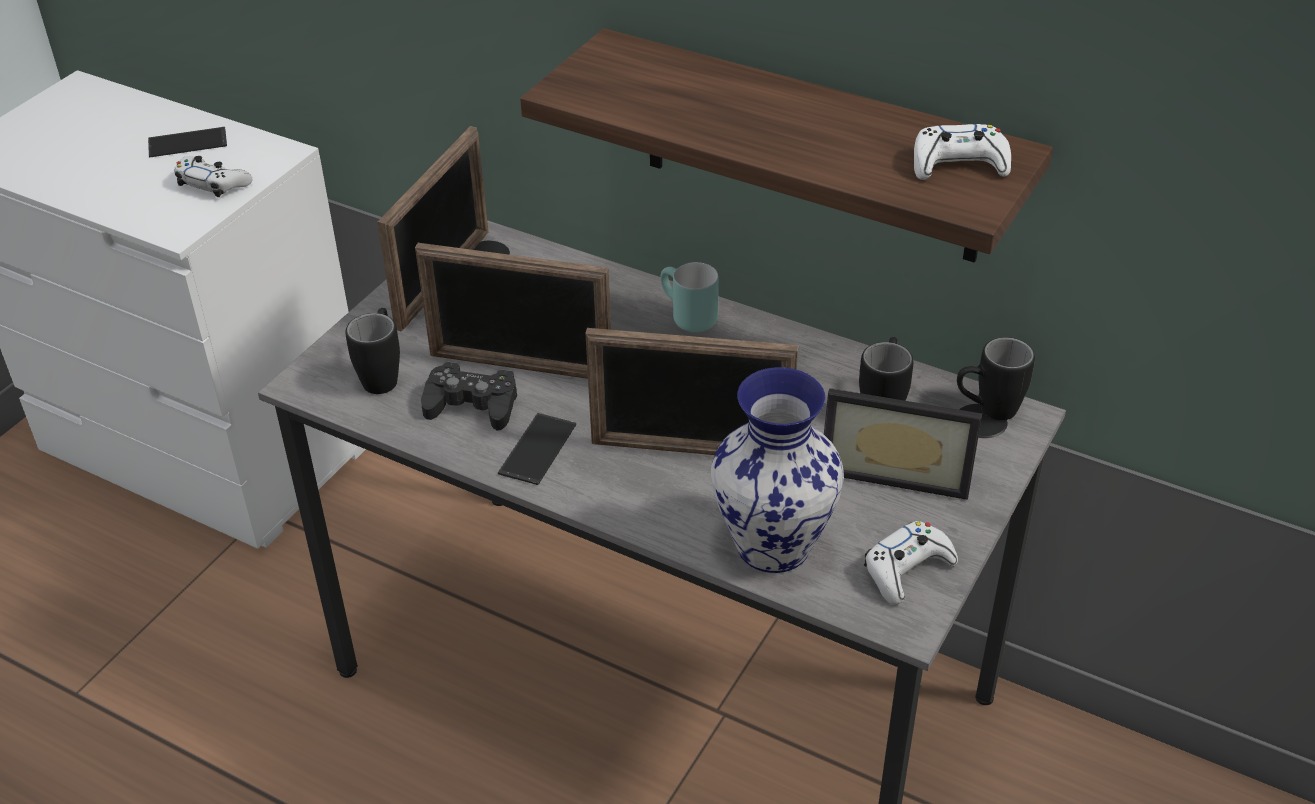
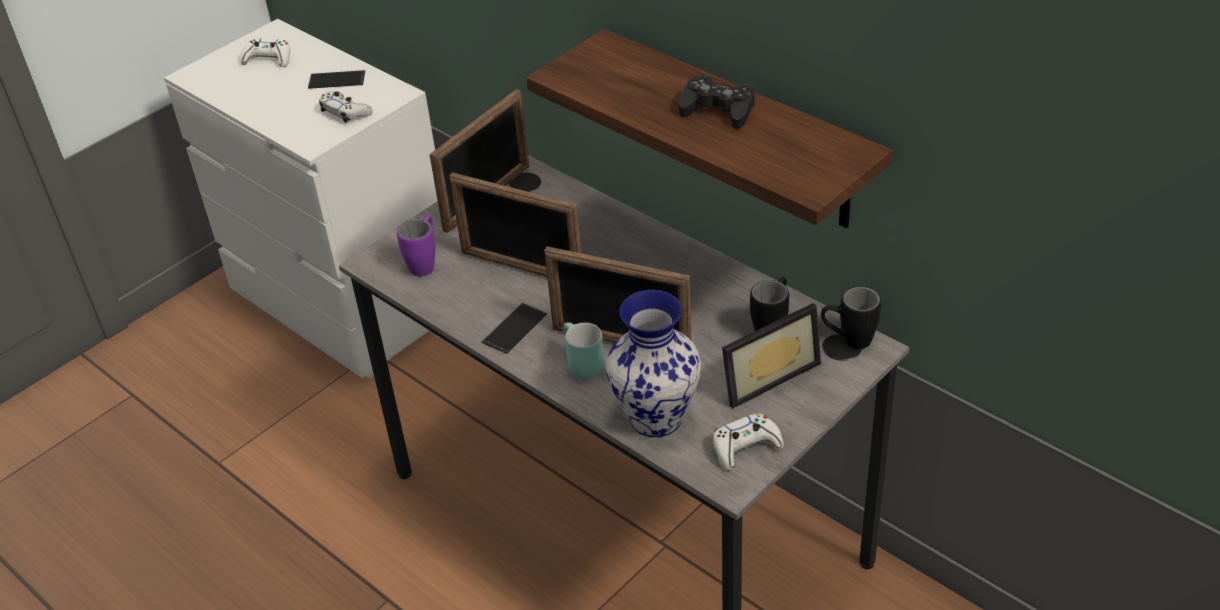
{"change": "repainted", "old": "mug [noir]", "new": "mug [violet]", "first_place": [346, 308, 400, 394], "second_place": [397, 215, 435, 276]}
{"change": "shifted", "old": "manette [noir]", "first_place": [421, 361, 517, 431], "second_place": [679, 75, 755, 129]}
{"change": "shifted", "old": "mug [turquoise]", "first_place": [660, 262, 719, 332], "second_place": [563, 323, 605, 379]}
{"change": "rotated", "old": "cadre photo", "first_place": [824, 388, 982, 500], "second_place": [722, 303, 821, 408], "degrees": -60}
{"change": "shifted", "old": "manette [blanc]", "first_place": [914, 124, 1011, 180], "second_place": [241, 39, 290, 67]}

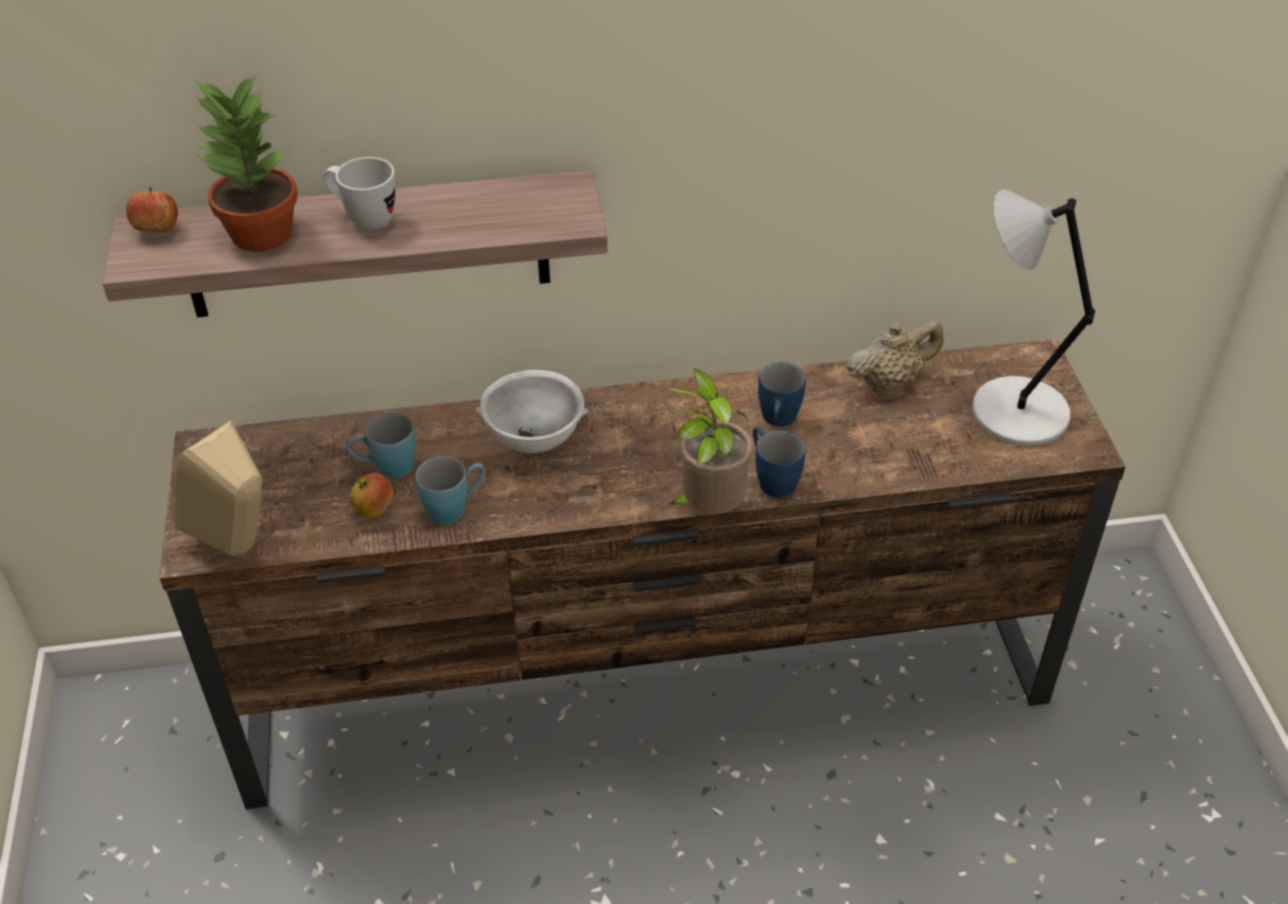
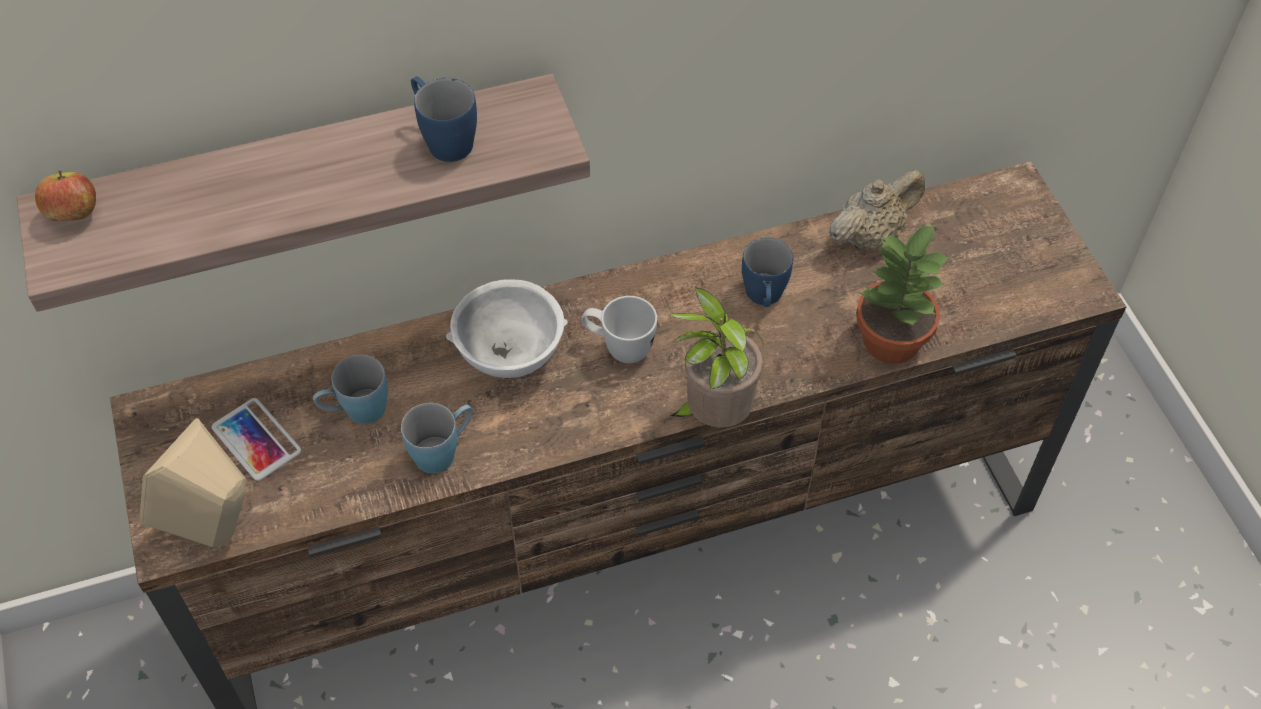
{"change": "shifted", "old": "plante en pot", "first_place": [196, 75, 298, 252], "second_place": [856, 223, 951, 364]}
{"change": "shifted", "old": "mug [blanc]", "first_place": [323, 157, 396, 230], "second_place": [581, 296, 657, 363]}
{"change": "gone", "old": "pomme", "first_place": [350, 473, 394, 519]}
{"change": "shifted", "old": "mug [bleu]", "first_place": [753, 427, 806, 498], "second_place": [411, 76, 477, 162]}
{"change": "gone", "old": "lampe de table [gris]", "first_place": [972, 189, 1095, 446]}
{"change": "new", "new": "téléphone", "second_place": [212, 398, 301, 481]}

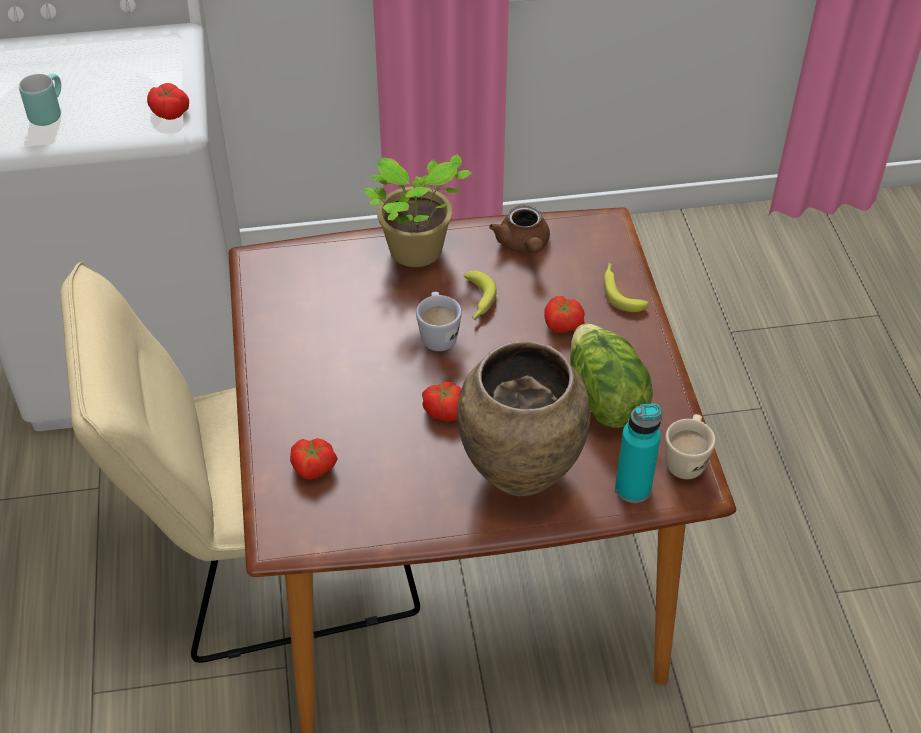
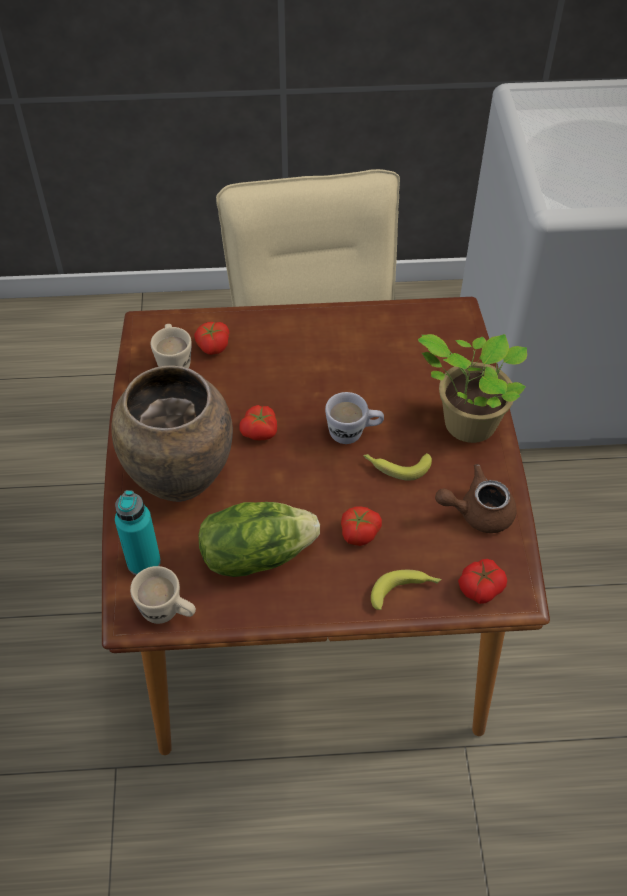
{"change": "gone", "old": "mug [turquoise]", "first_place": [19, 73, 61, 126]}
{"change": "shifted", "old": "tomate", "first_place": [147, 83, 189, 120], "second_place": [458, 559, 507, 604]}
{"change": "new", "new": "mug [beige]", "second_place": [151, 324, 192, 368]}

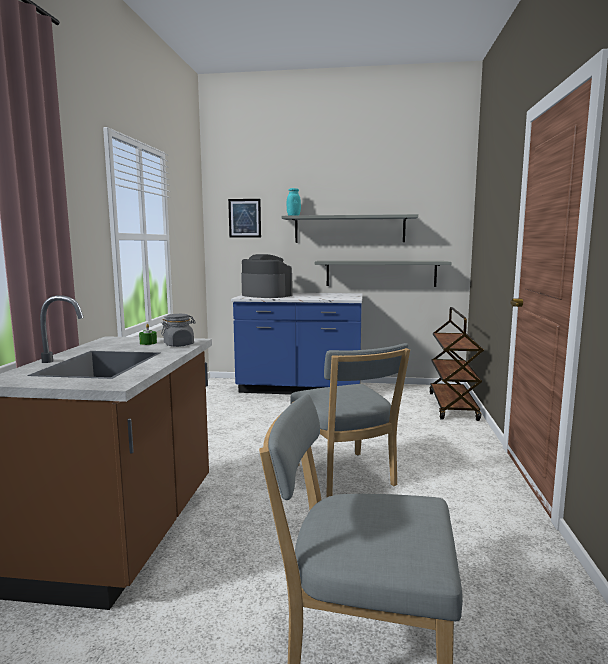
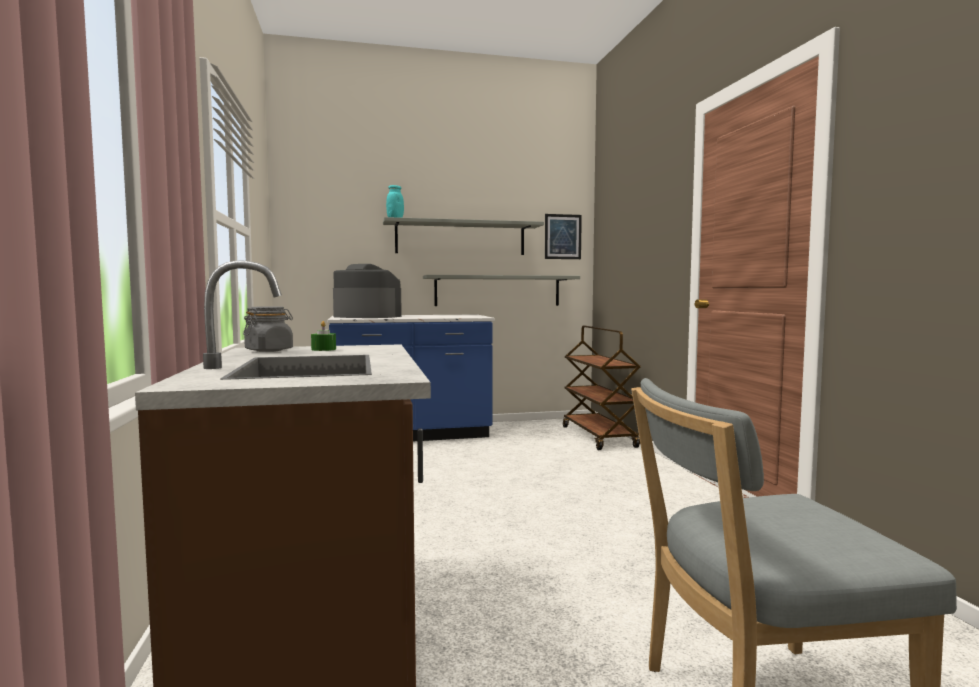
{"change": "shifted", "old": "bocal [gris]", "first_place": [161, 314, 196, 347], "second_place": [243, 306, 293, 352]}
{"change": "shifted", "old": "tableau", "first_place": [228, 199, 261, 238], "second_place": [545, 214, 582, 259]}
{"change": "gone", "old": "chaise [gris]", "first_place": [291, 343, 410, 498]}

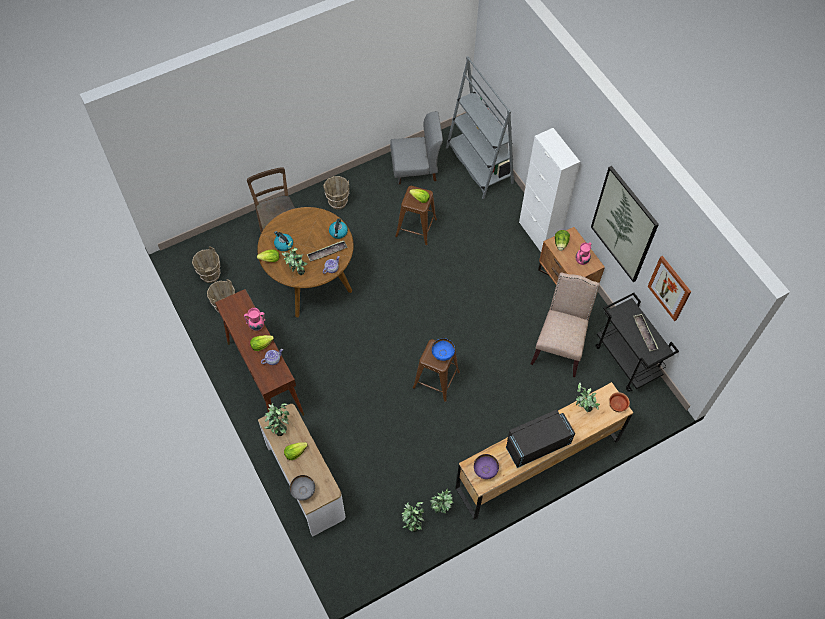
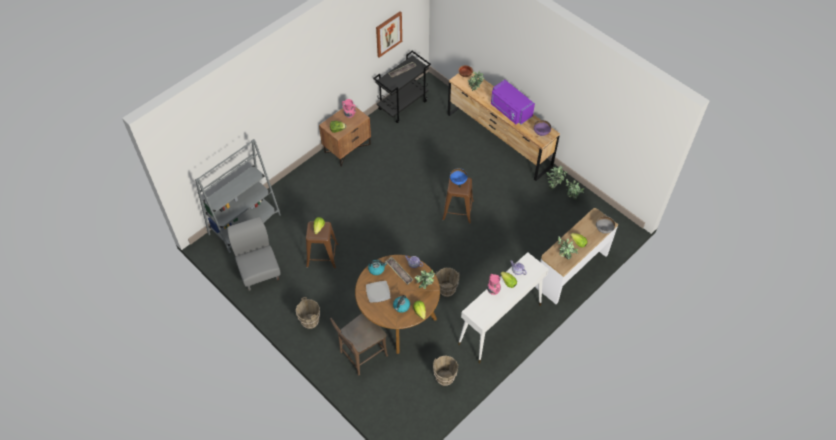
{"change": "shifted", "old": "seau [marron]", "first_place": [192, 246, 220, 283], "second_place": [436, 268, 460, 297]}
{"change": "repainted", "old": "table console [marron]", "new": "table console [blanc]", "first_place": [215, 289, 304, 416], "second_place": [458, 252, 549, 364]}
{"change": "repainted", "old": "micro-ondes [noir]", "new": "micro-ondes [violet]", "first_place": [506, 410, 575, 468], "second_place": [491, 80, 535, 125]}
{"change": "gone", "old": "meuble de rangement [blanc]", "first_place": [519, 128, 580, 252]}
{"change": "gone", "old": "chaise [beige]", "first_place": [531, 272, 600, 377]}
{"change": "gone", "old": "tableau", "first_place": [591, 166, 659, 282]}
{"change": "new", "new": "assiette", "second_place": [366, 281, 390, 303]}

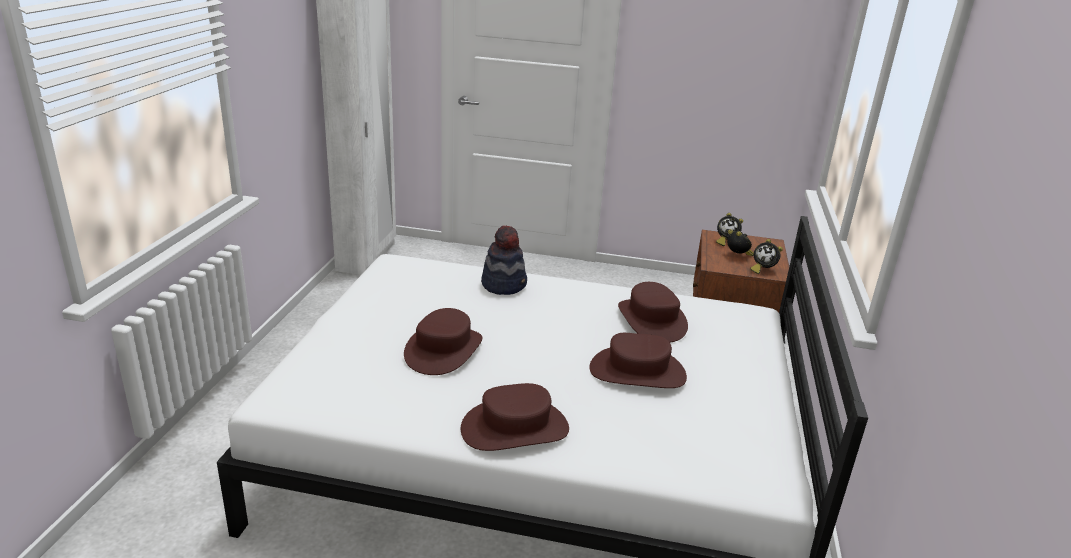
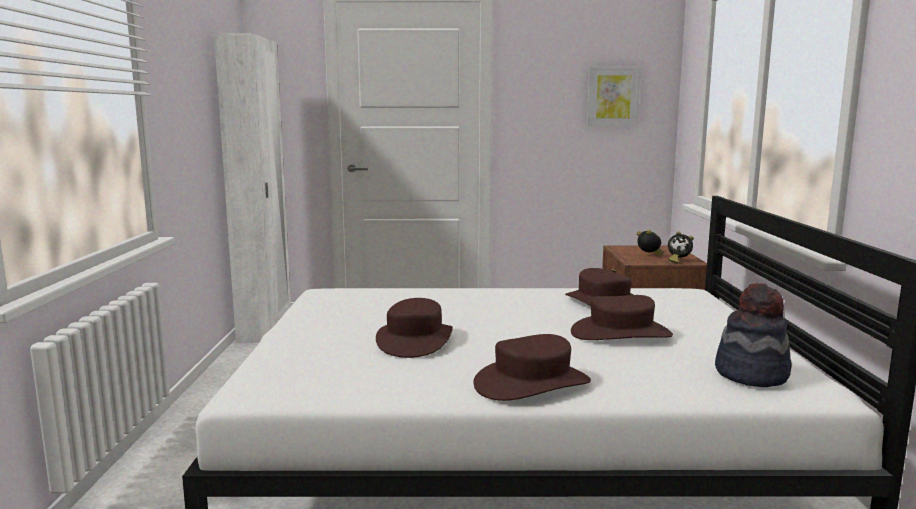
{"change": "shifted", "old": "chapeau", "first_place": [481, 225, 527, 295], "second_place": [715, 283, 792, 387]}
{"change": "gone", "old": "réveil", "first_place": [716, 213, 743, 246]}
{"change": "new", "new": "tableau", "second_place": [587, 66, 641, 127]}

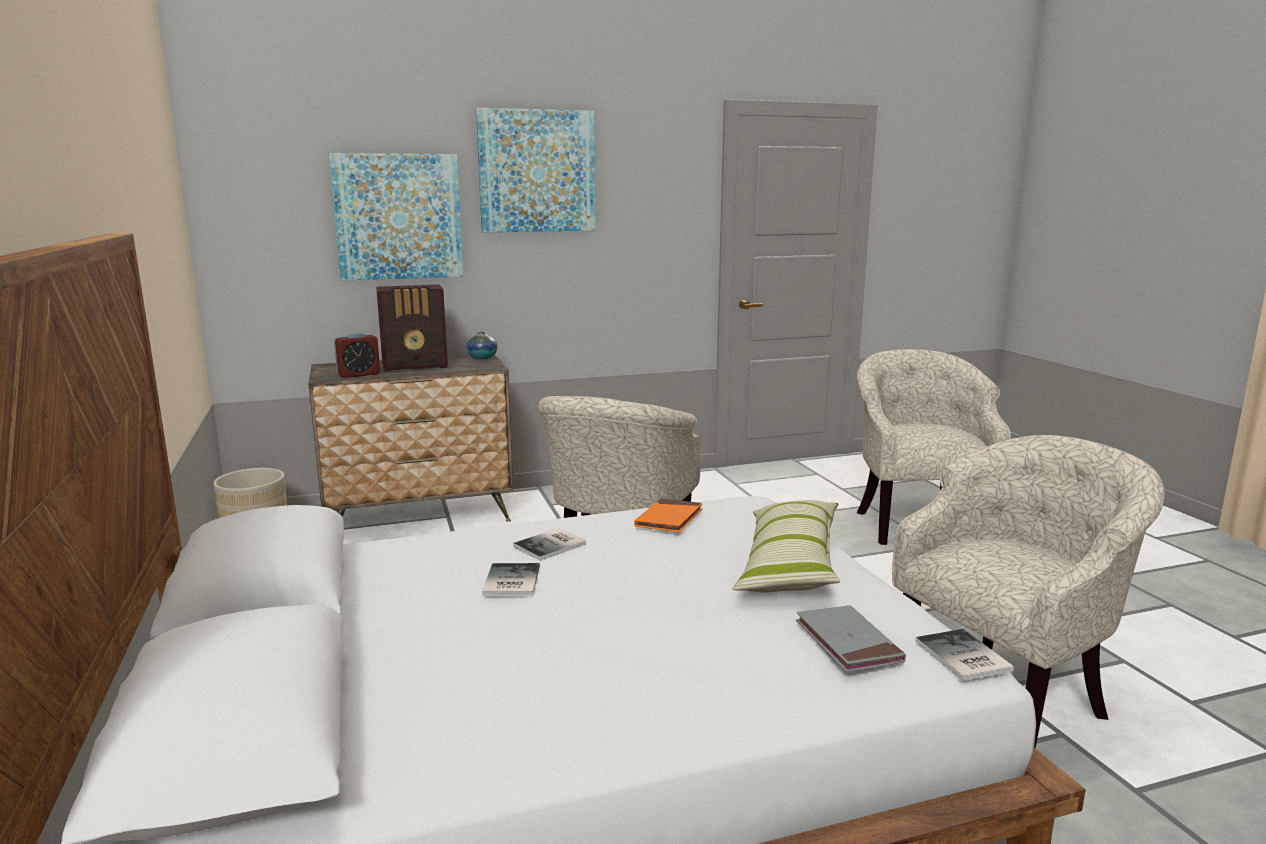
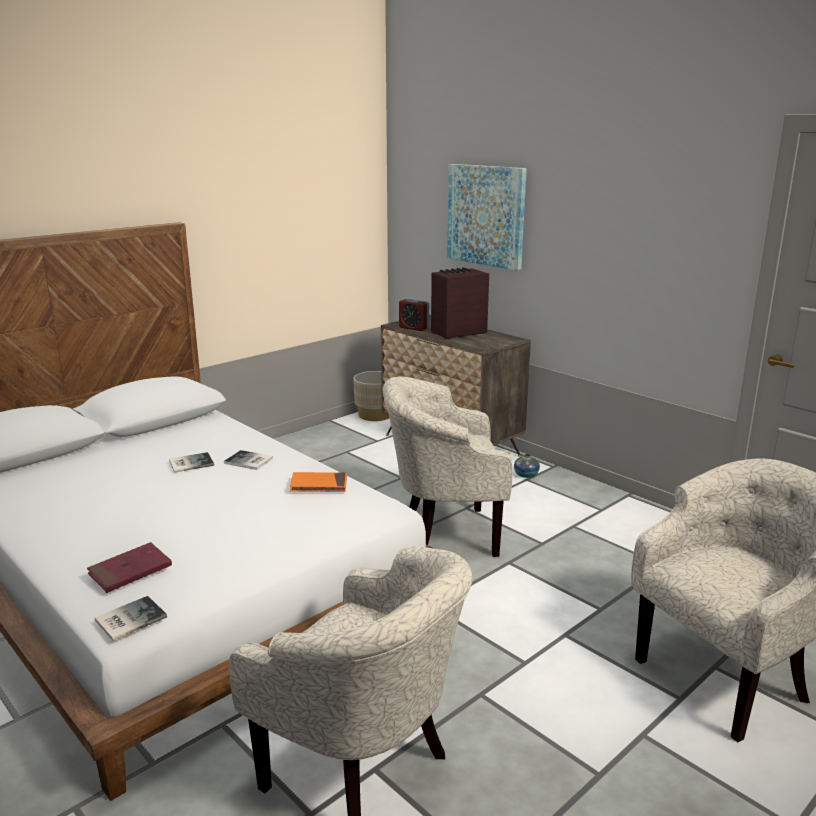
{"change": "rotated", "old": "radio", "first_place": [376, 285, 448, 372], "second_place": [431, 267, 489, 339], "degrees": 105}
{"change": "shifted", "old": "vase", "first_place": [466, 332, 498, 360], "second_place": [514, 454, 540, 478]}
{"change": "gone", "old": "tableau", "first_place": [476, 108, 596, 232]}
{"change": "gone", "old": "coussin", "first_place": [732, 500, 840, 592]}
{"change": "repainted", "old": "livre [gris]", "new": "livre [rouge]", "first_place": [796, 605, 906, 672], "second_place": [87, 542, 172, 593]}

